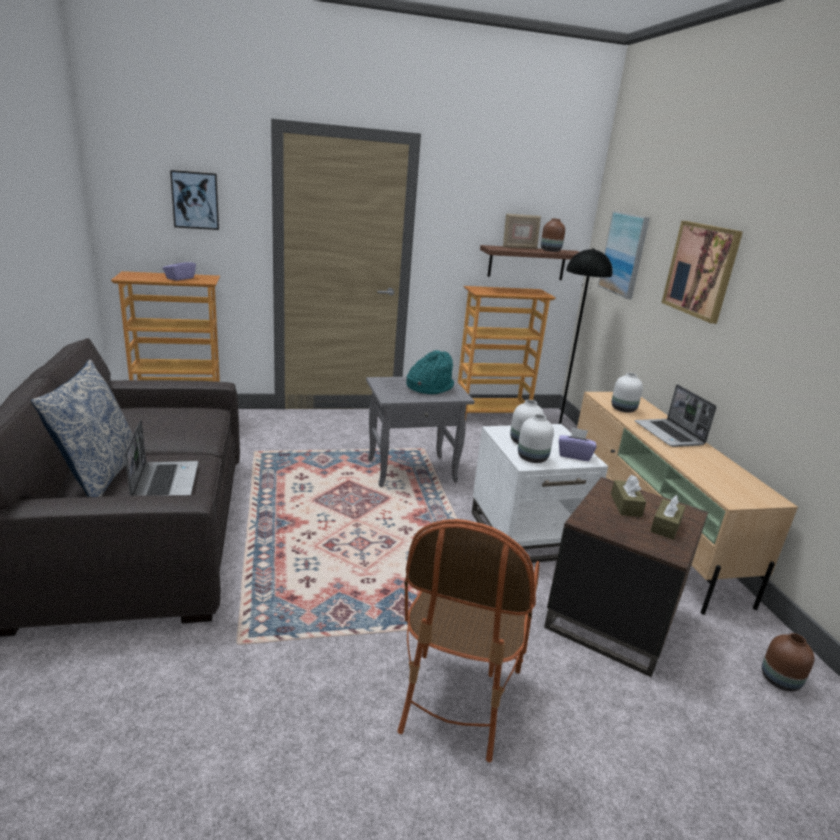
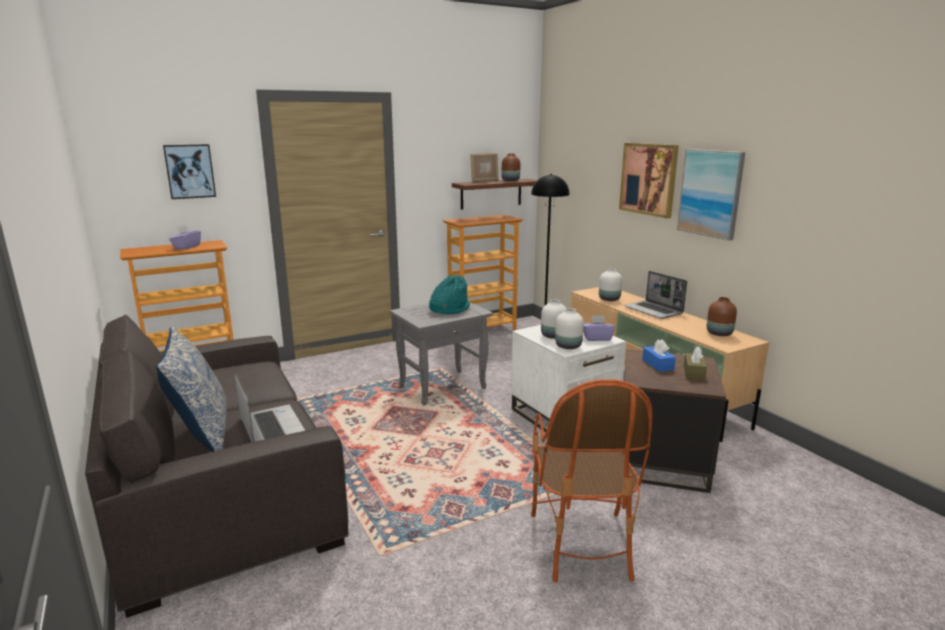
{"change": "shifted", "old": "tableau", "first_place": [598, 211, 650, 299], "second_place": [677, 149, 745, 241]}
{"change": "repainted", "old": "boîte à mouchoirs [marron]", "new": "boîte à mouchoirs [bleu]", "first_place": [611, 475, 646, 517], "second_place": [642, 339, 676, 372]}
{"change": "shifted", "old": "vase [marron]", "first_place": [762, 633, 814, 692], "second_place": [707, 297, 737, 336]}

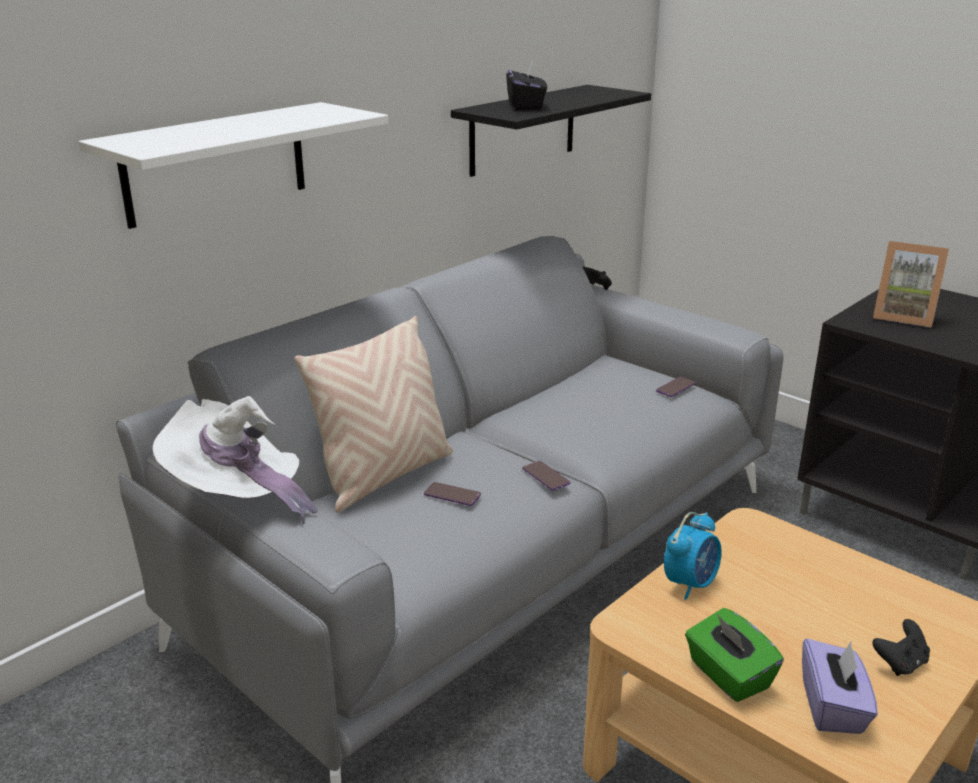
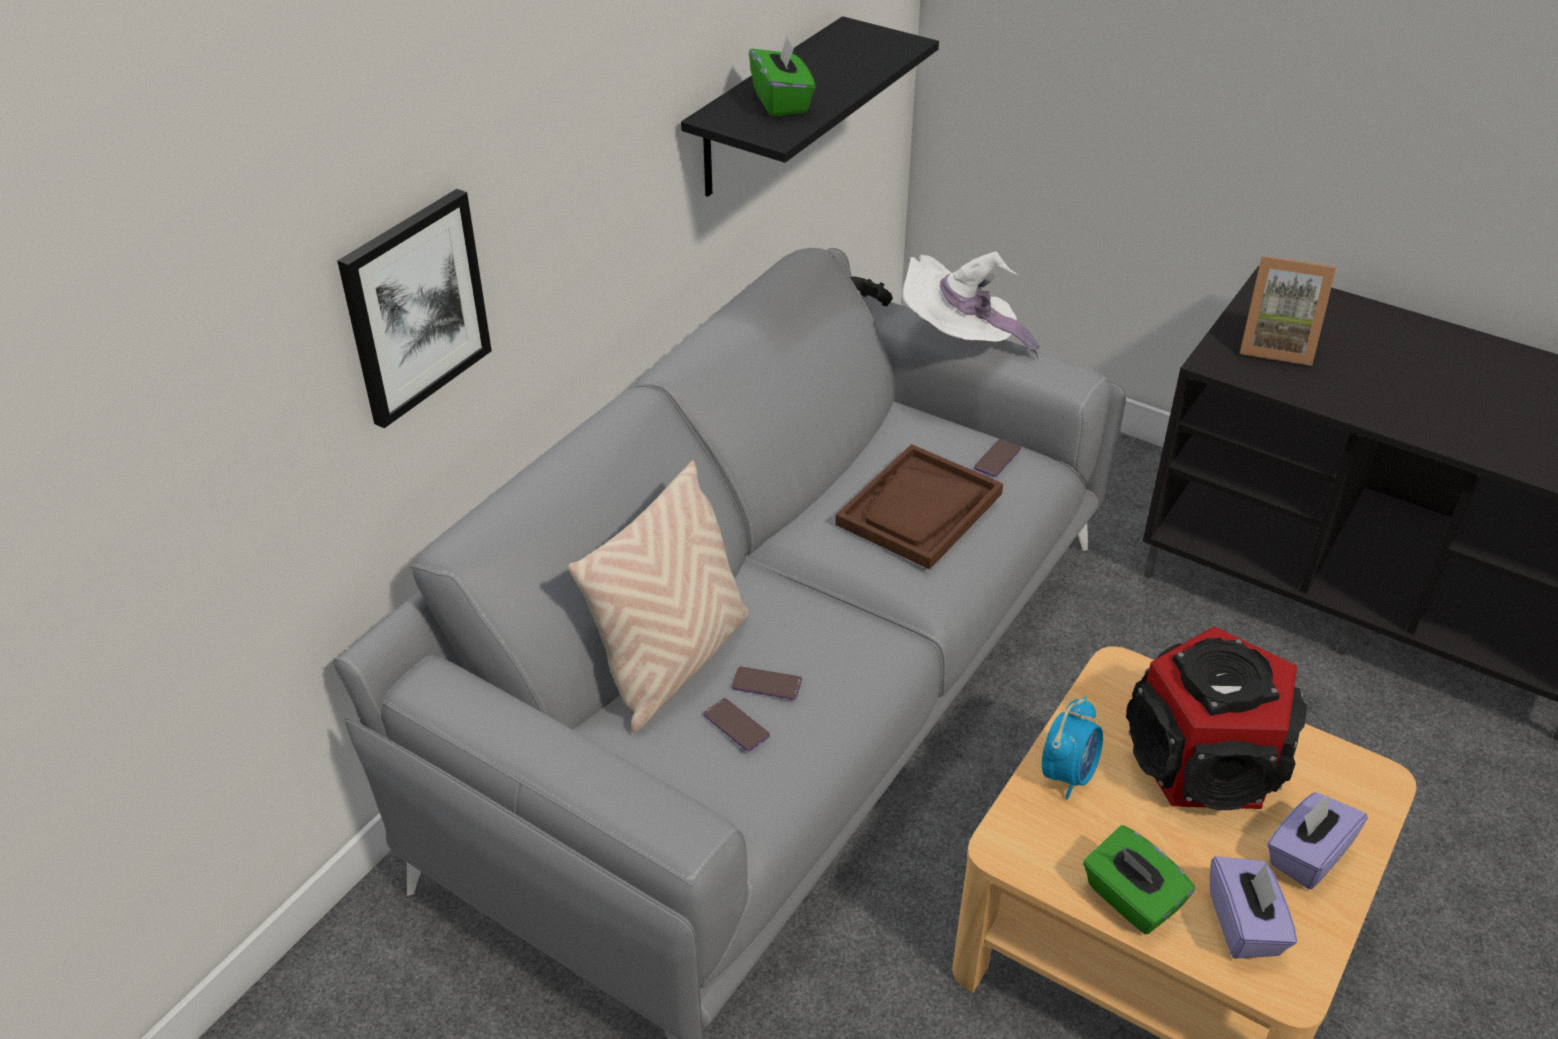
{"change": "swapped", "old": "étagère [blanc]", "new": "tableau", "first_place": [79, 102, 388, 229], "second_place": [337, 189, 492, 428]}
{"change": "shifted", "old": "chapeau [blanc]", "first_place": [152, 396, 318, 524], "second_place": [902, 252, 1040, 360]}
{"change": "repainted", "old": "boîte à mouchoirs [noir]", "new": "boîte à mouchoirs [vert]", "first_place": [506, 61, 547, 110], "second_place": [749, 37, 816, 117]}
{"change": "shifted", "old": "téléphone", "first_place": [522, 461, 570, 490], "second_place": [703, 698, 770, 751]}
{"change": "swapped", "old": "manette [noir]", "new": "boîte à mouchoirs [violet]", "first_place": [872, 619, 930, 676], "second_place": [1267, 792, 1368, 889]}
{"change": "new", "new": "plateau [marron]", "second_place": [835, 444, 1003, 570]}
{"change": "new", "new": "enceinte", "second_place": [1126, 626, 1307, 810]}

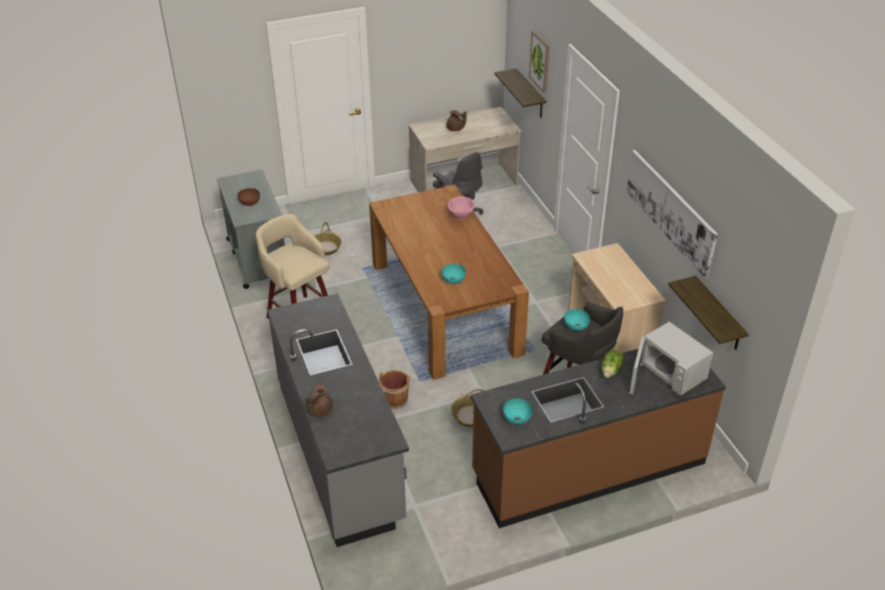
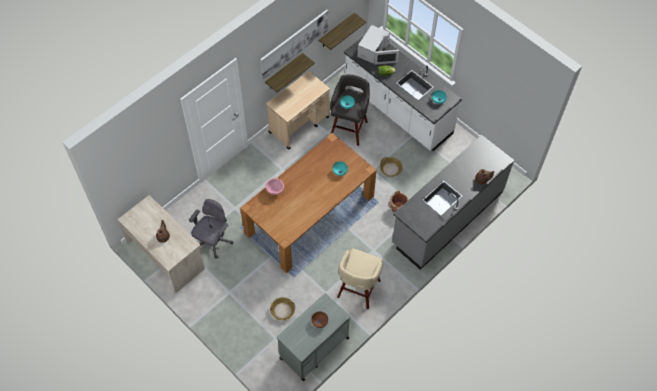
{"change": "repainted", "old": "comptoir de cuisine [marron]", "new": "comptoir de cuisine [blanc]", "first_place": [471, 349, 726, 528], "second_place": [344, 36, 462, 151]}
{"change": "shifted", "old": "étagère", "first_place": [494, 68, 546, 118], "second_place": [265, 53, 315, 92]}
{"change": "gone", "old": "tableau", "first_place": [529, 31, 549, 93]}

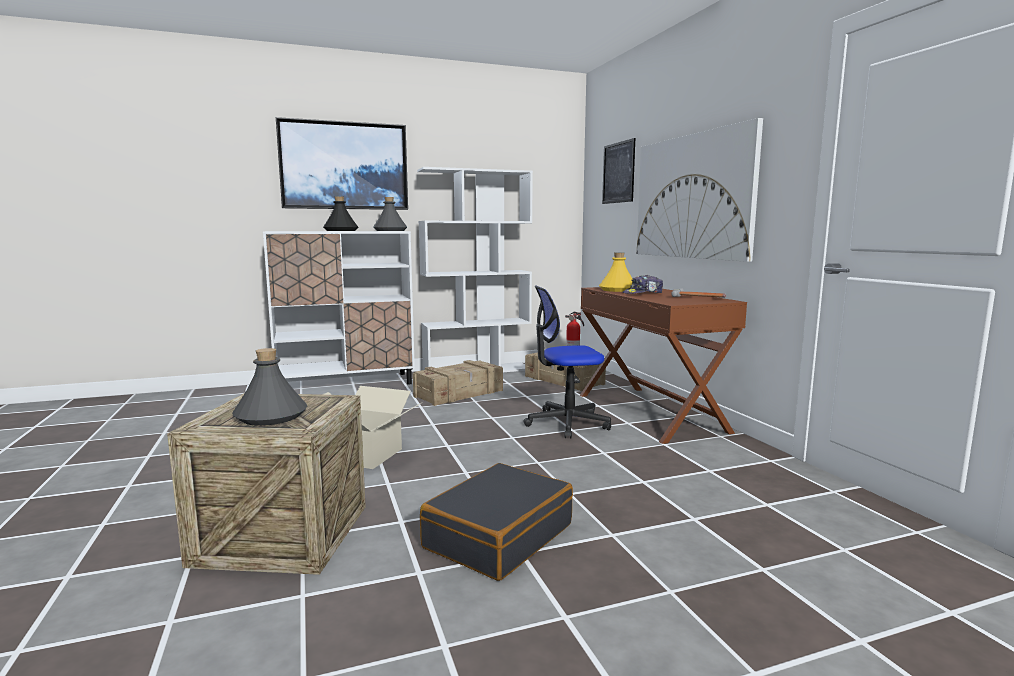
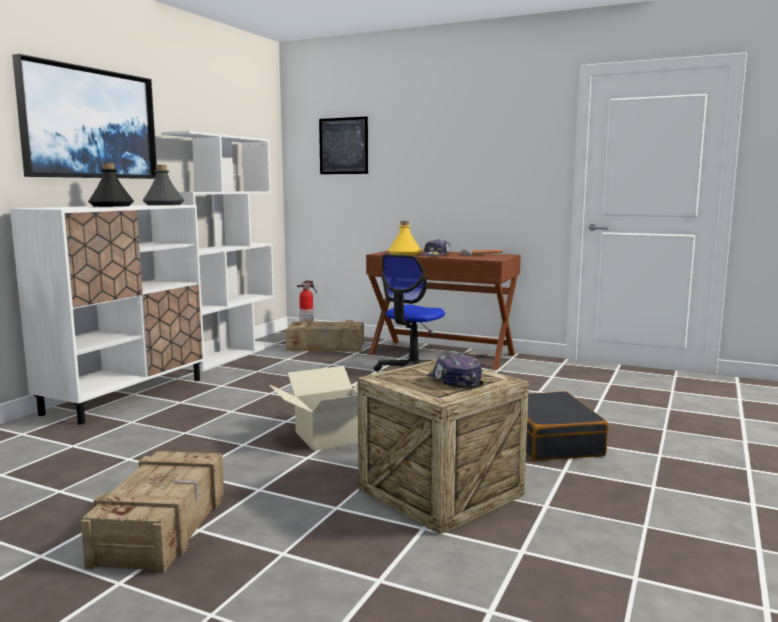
{"change": "swapped", "old": "bouteille [gris]", "new": "casquette", "first_place": [232, 348, 308, 426], "second_place": [428, 353, 484, 388]}
{"change": "shifted", "old": "caisse", "first_place": [413, 360, 503, 406], "second_place": [81, 451, 224, 574]}
{"change": "gone", "old": "tableau", "first_place": [637, 118, 763, 262]}

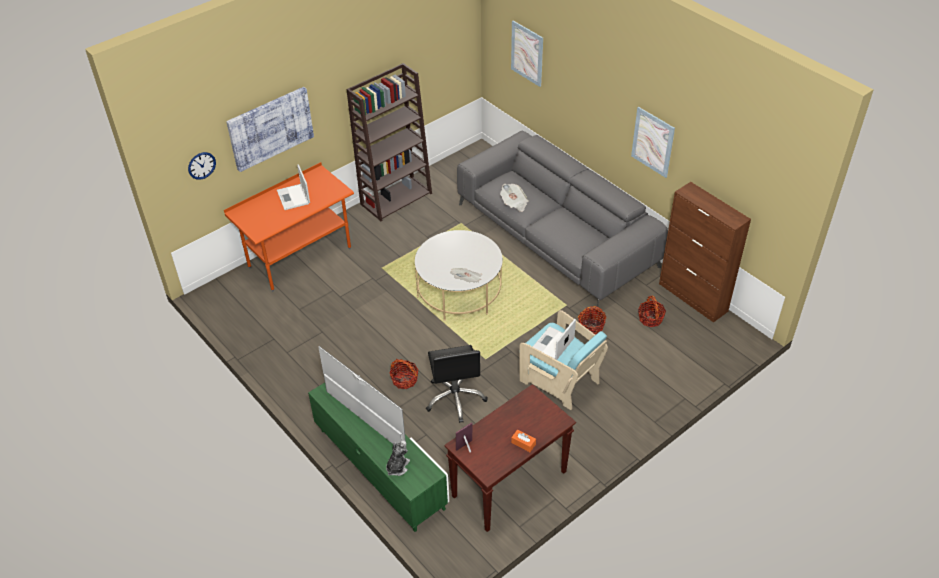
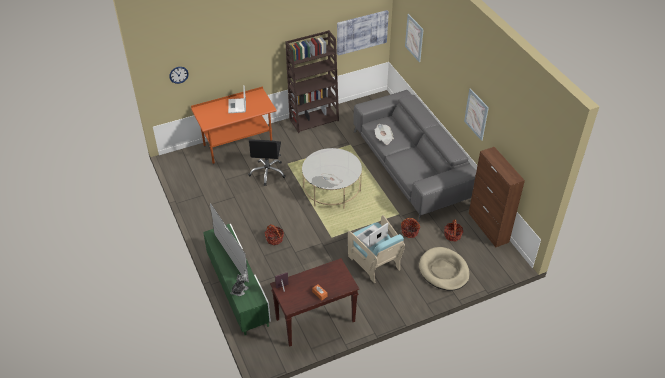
{"change": "shifted", "old": "tableau", "first_place": [226, 87, 314, 172], "second_place": [337, 10, 389, 56]}
{"change": "shifted", "old": "chaise de bureau [noir]", "first_place": [426, 345, 488, 423], "second_place": [248, 140, 286, 186]}
{"change": "new", "new": "panier pour chien [beige]", "second_place": [419, 247, 470, 291]}

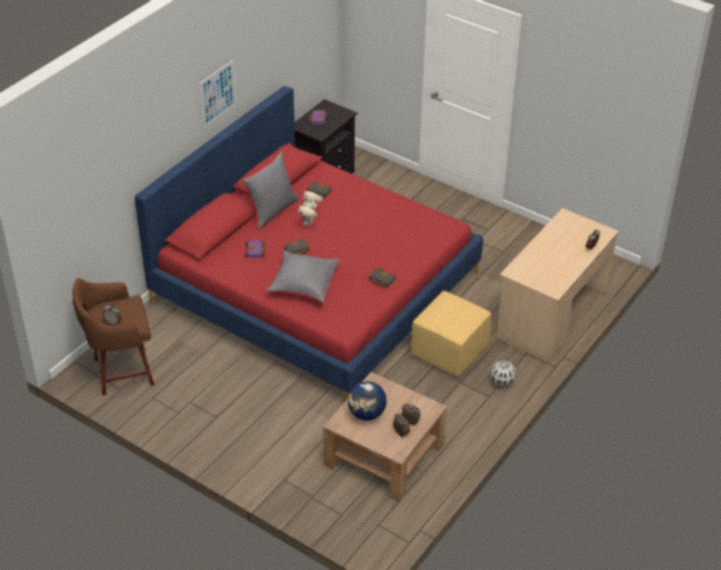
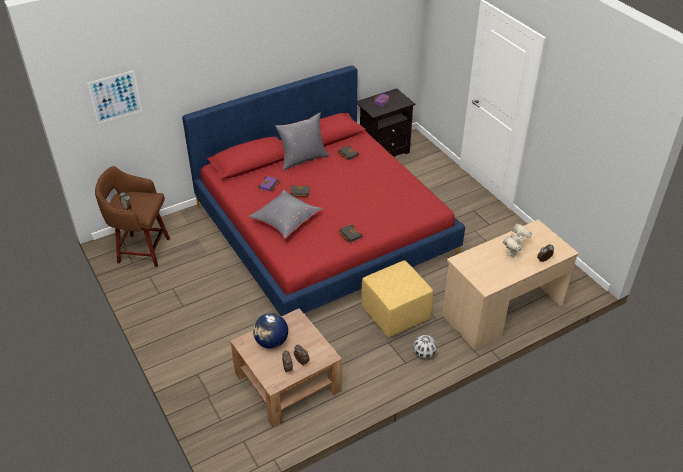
{"change": "shifted", "old": "tableau", "first_place": [199, 60, 237, 128], "second_place": [87, 70, 142, 124]}
{"change": "shifted", "old": "robot jouet", "first_place": [298, 191, 323, 226], "second_place": [503, 224, 532, 257]}

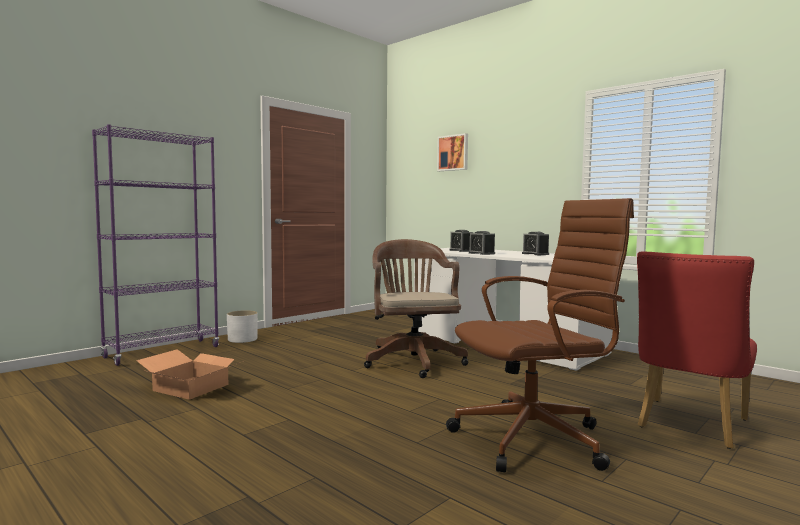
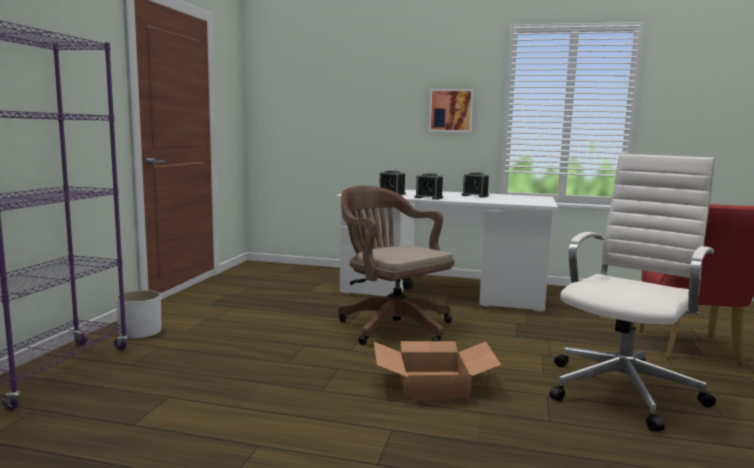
{"change": "shifted", "old": "carton", "first_place": [136, 349, 244, 400], "second_place": [374, 341, 501, 399]}
{"change": "shifted", "old": "tableau", "first_place": [437, 133, 468, 171], "second_place": [429, 89, 474, 132]}
{"change": "repainted", "old": "chaise de bureau [marron]", "new": "chaise de bureau [blanc]", "first_place": [446, 198, 634, 473], "second_place": [549, 154, 716, 432]}

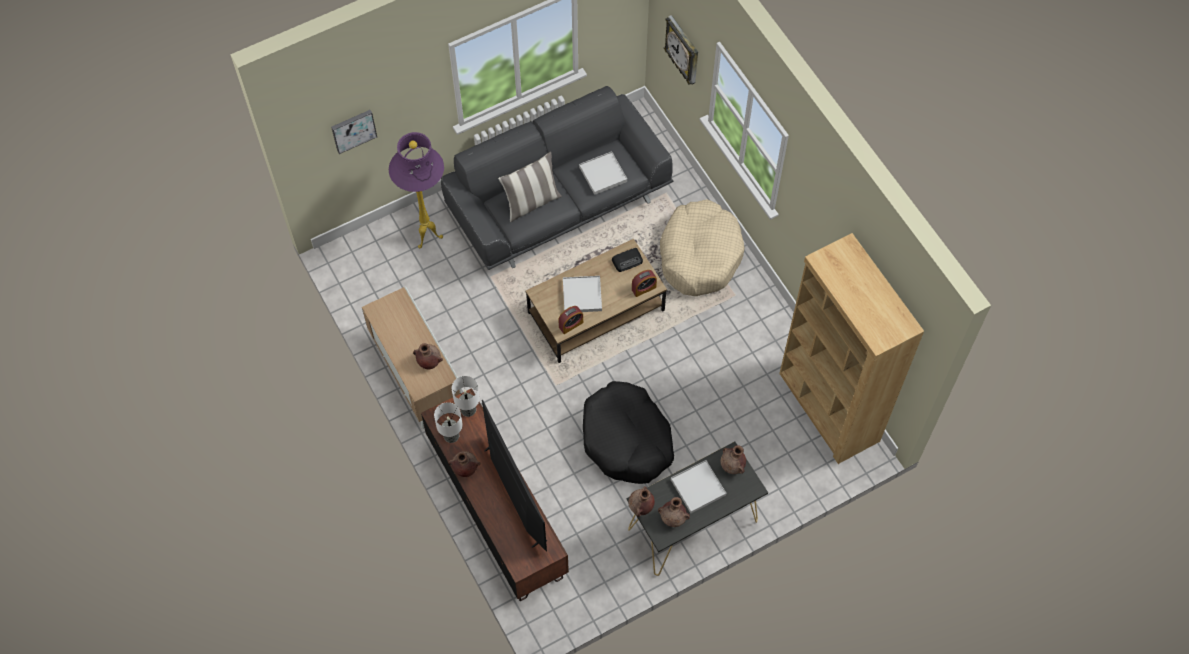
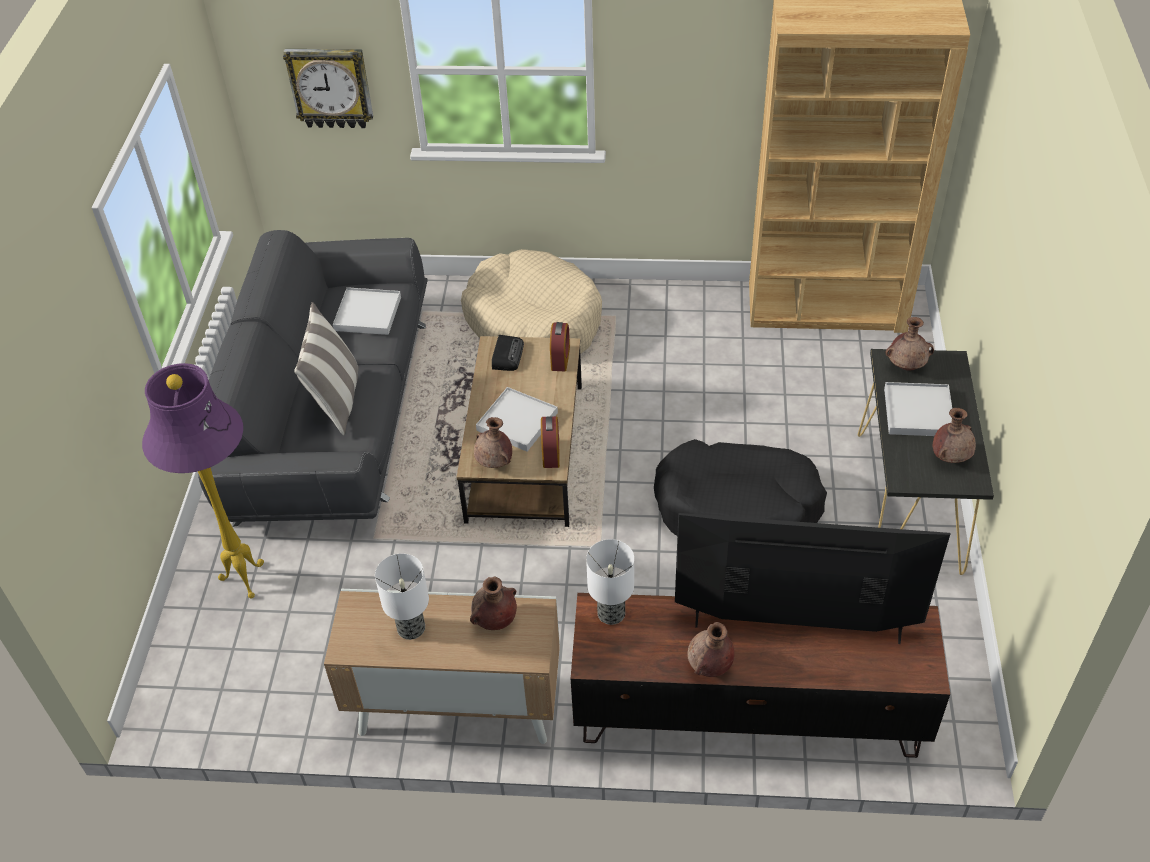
{"change": "gone", "old": "tableau", "first_place": [331, 110, 377, 154]}
{"change": "shifted", "old": "lampe de table", "first_place": [434, 402, 463, 443], "second_place": [375, 554, 429, 640]}
{"change": "shifted", "old": "vase [marron]", "first_place": [628, 486, 655, 517], "second_place": [474, 417, 512, 468]}

